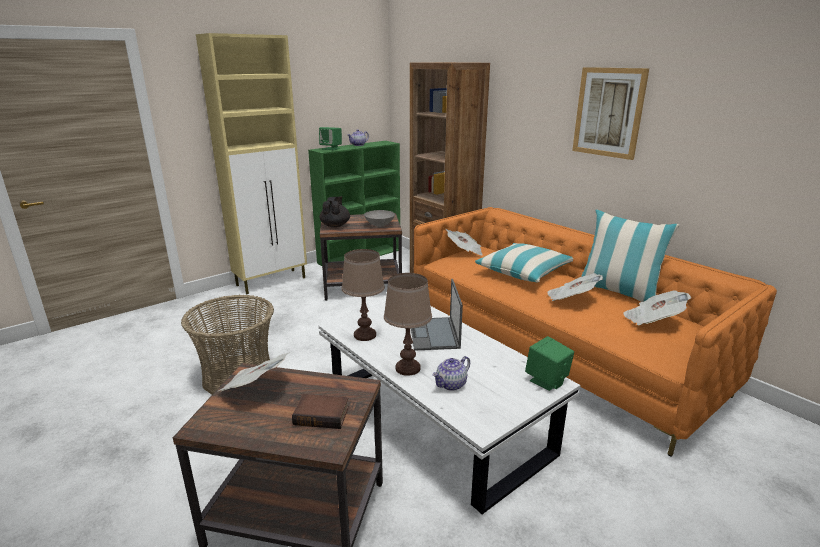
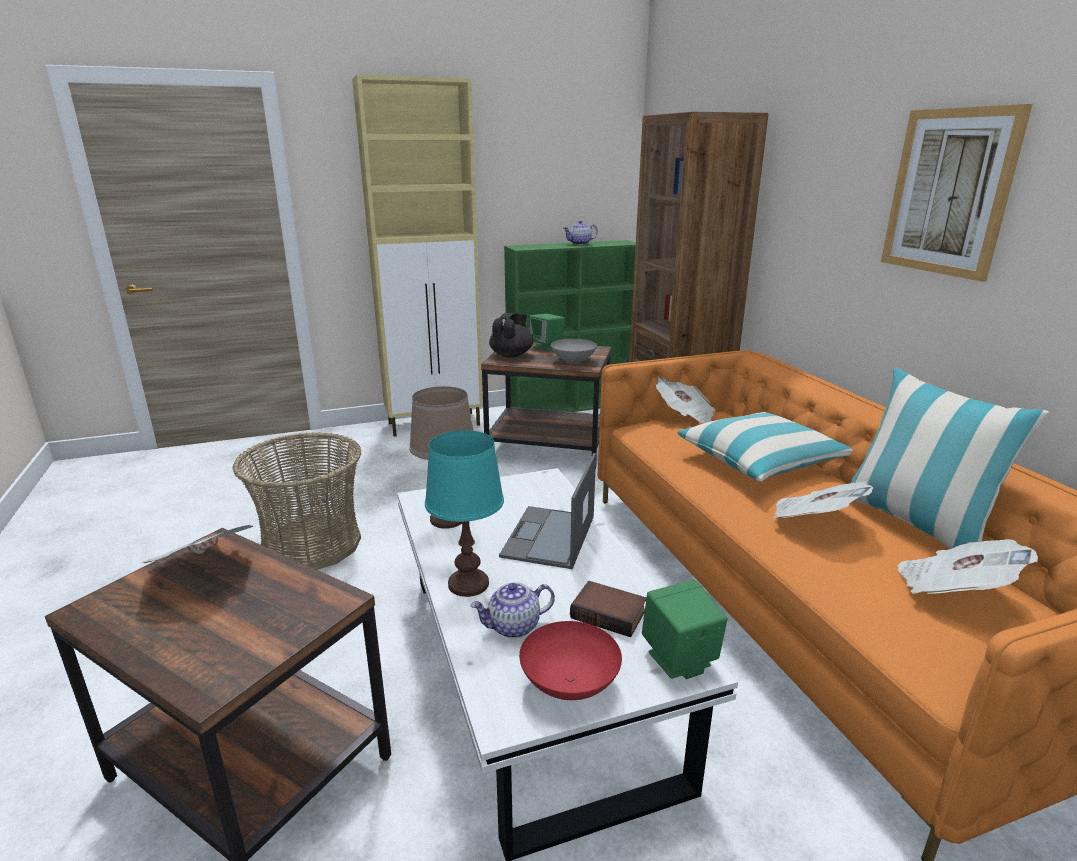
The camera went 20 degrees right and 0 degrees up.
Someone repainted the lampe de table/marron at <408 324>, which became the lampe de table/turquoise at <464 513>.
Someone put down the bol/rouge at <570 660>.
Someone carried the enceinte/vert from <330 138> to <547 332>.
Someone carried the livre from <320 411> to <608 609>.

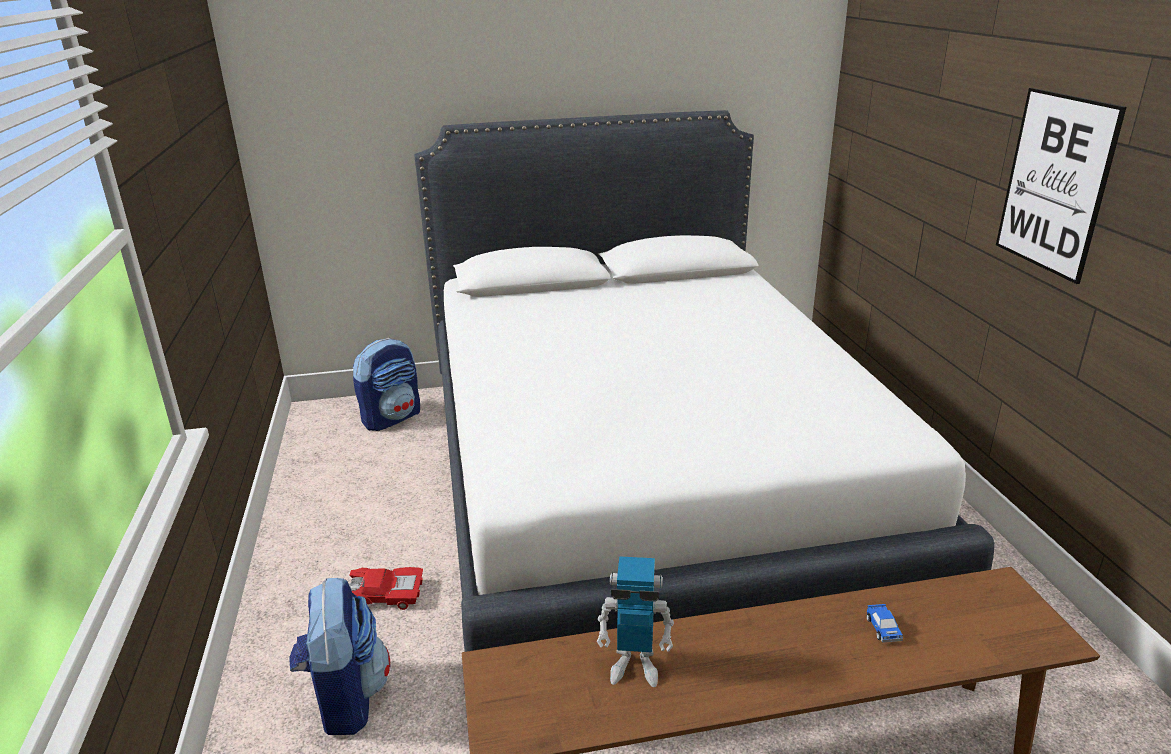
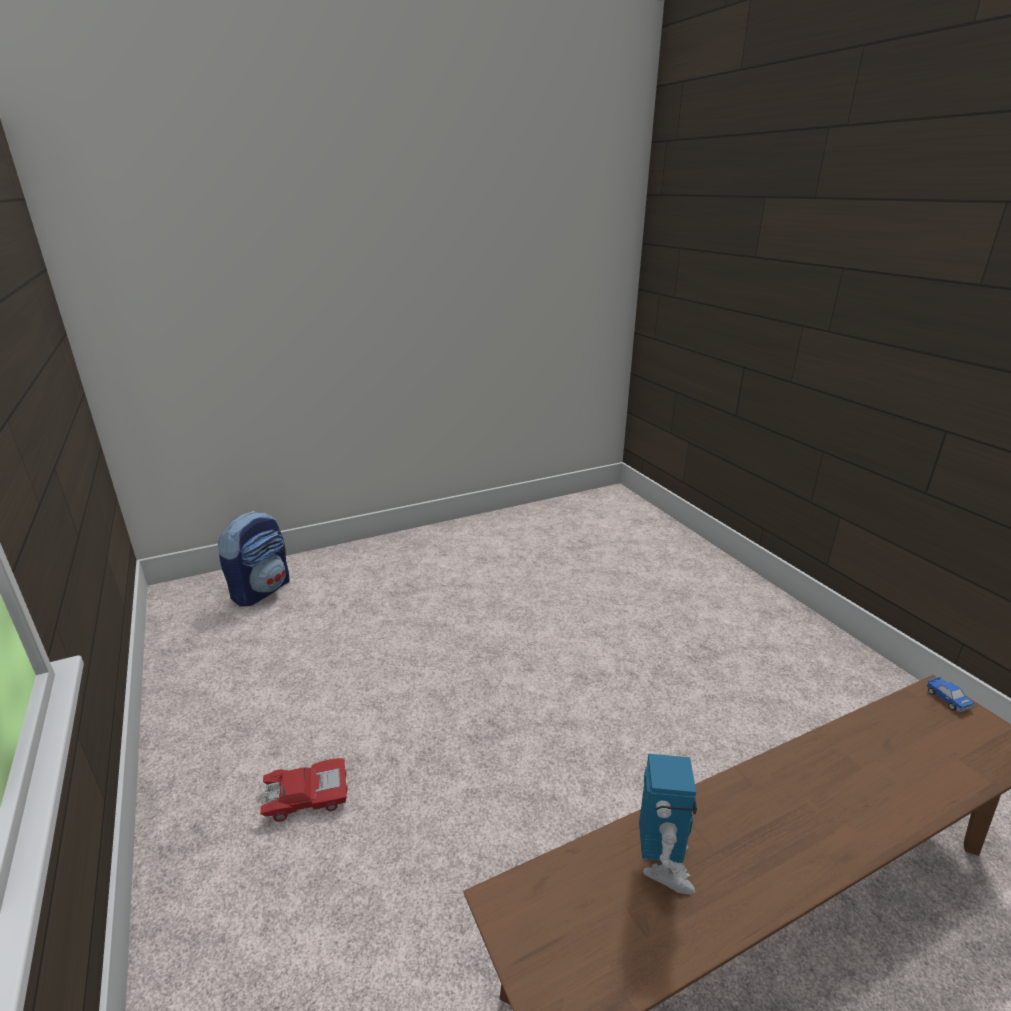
The camera went 15 degrees left and 0 degrees up.
Someone rotated the robot jouet at <635 621> by 75 degrees counterclockwise.
Someone carried the petite voiture from <885 623> to <950 694>.
Someone took away the sac à dos at <339 656>.
Someone took away the lit/blanc at <705 381>.
Someone took away the tableau at <1061 186>.

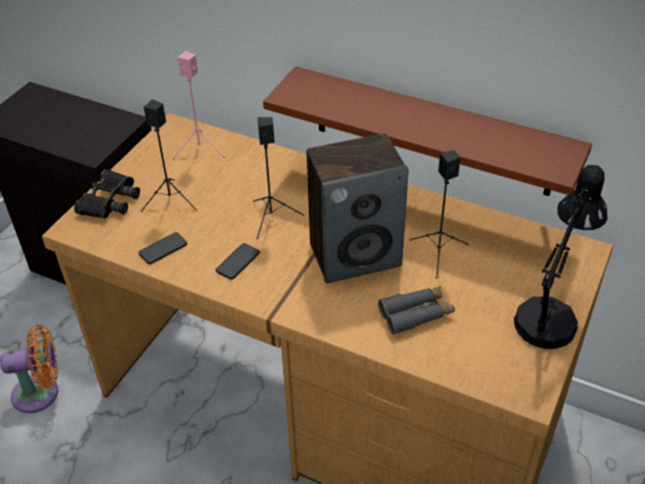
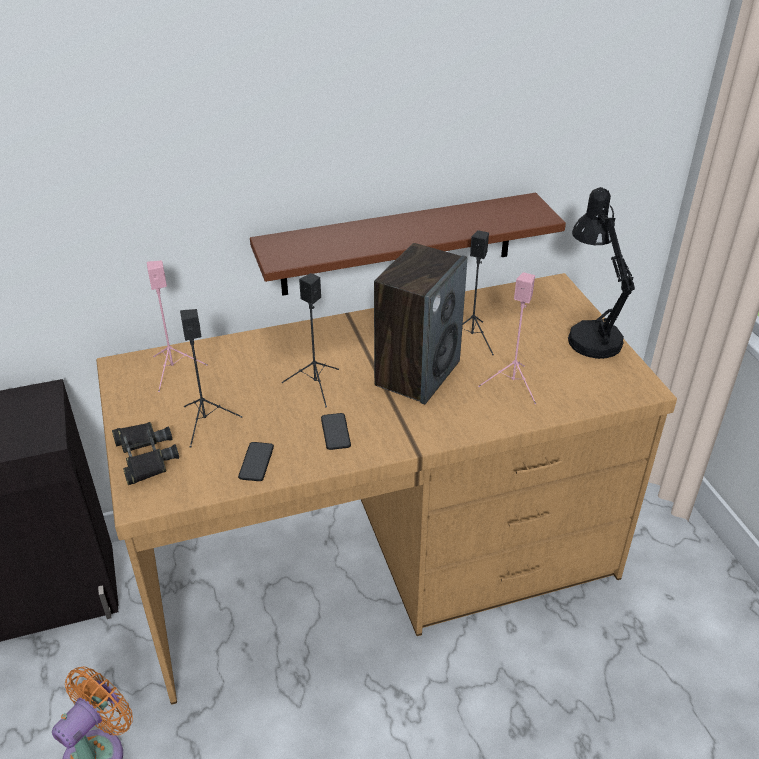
The camera went 45 degrees left and 5 degrees down.
Someone swapped the jumelles/gris at <416 310> for the enceinte/rose at <507 338>.

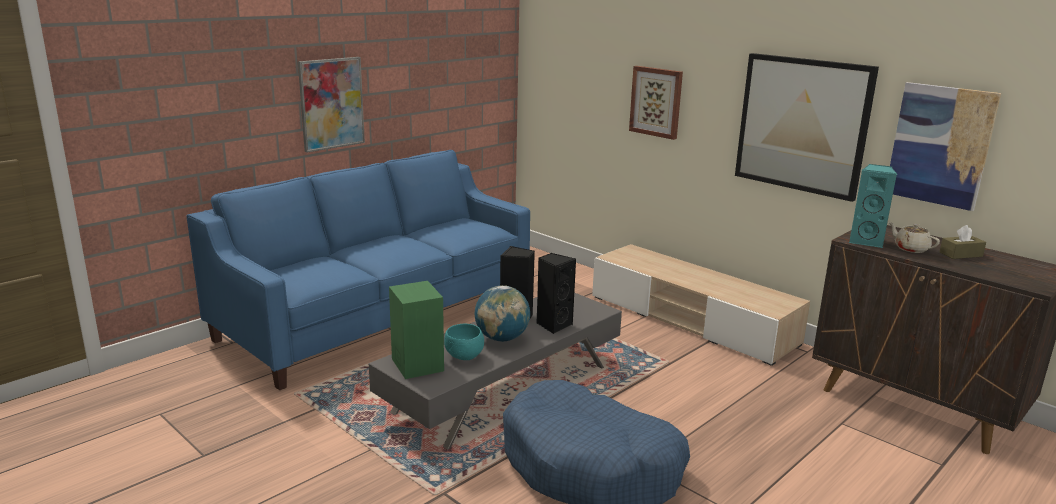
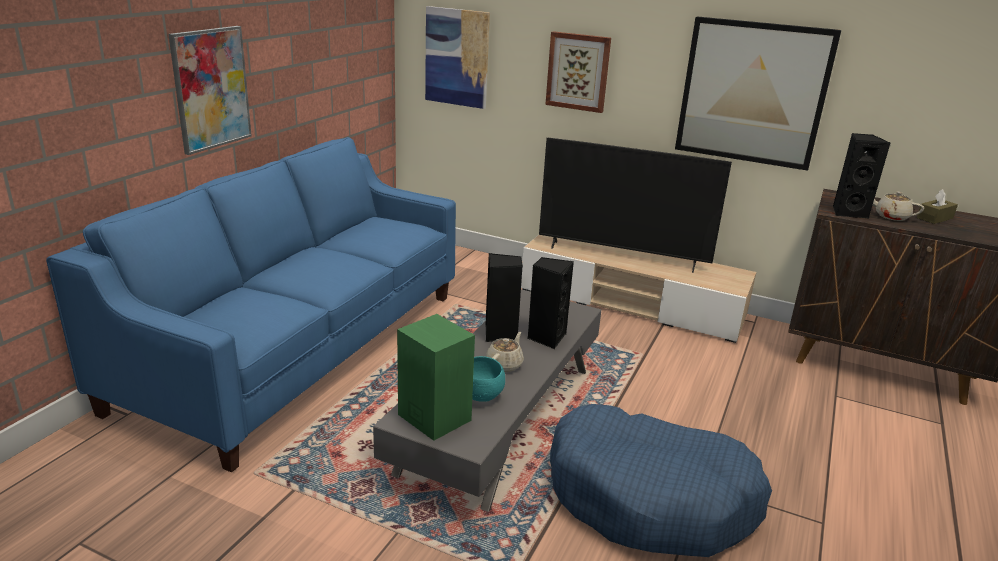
The camera went 20 degrees left and 5 degrees up.
Someone carried the tableau from <945 146> to <457 57>.
Someone swapped the globe at <502 313> for the théière/beige at <505 352>.
Someone put down the téléviseur at <635 205>.
Someone repainted the enceinte/turquoise at <873 206>, which became the enceinte/noir at <861 176>.

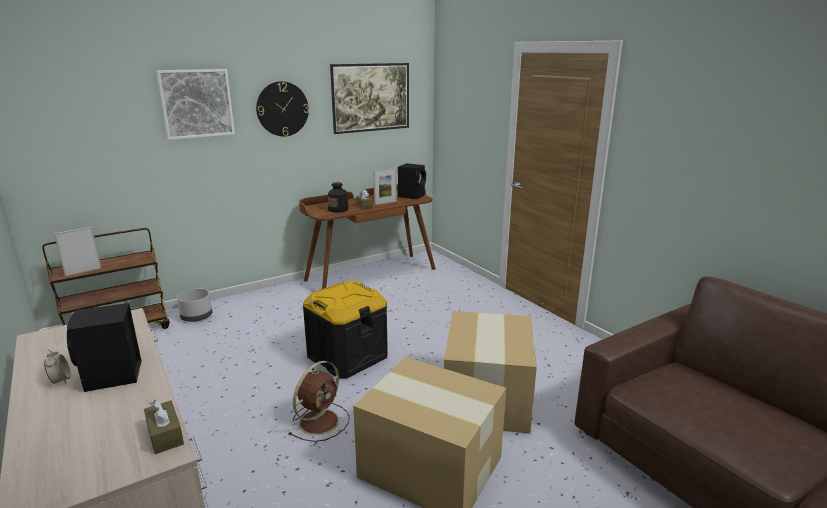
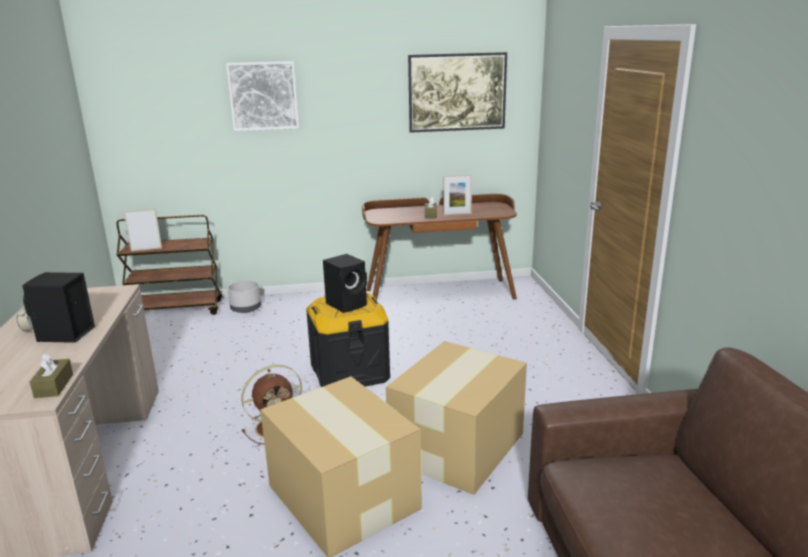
The camera went 25 degrees right and 0 degrees up.
Someone carried the enceinte/noir from <412 181> to <345 283>.
Someone took away the horloge murale at <282 108>.
Someone took away the bouteille at <338 197>.

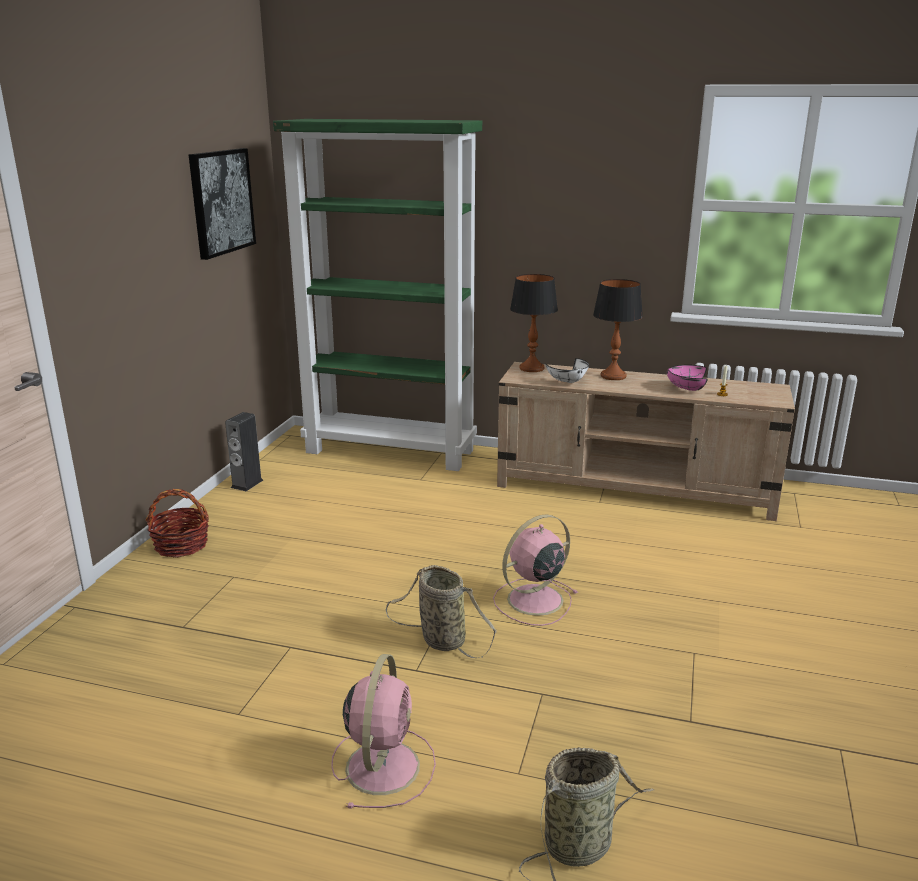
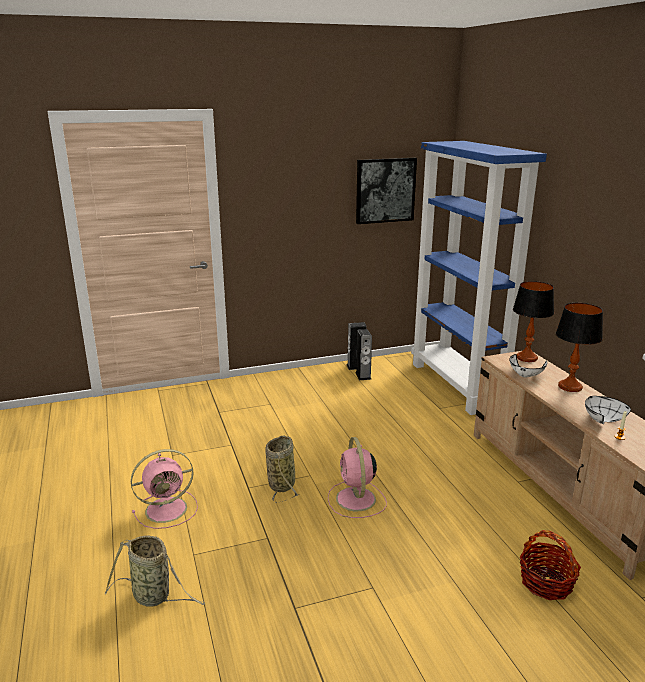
The camera went 55 degrees right and 0 degrees up.
Someone rotated the ventilateur/rose at <535 570> by 120 degrees counterclockwise.
Someone put down the enceinte at <363 354>.
Someone repainted the bibliothèque/vert at <377 295>, which became the bibliothèque/bleu at <479 278>.
Someone carried the panier from <177 523> to <550 565>.
Someone repainted the bol/rose at <687 378>, which became the bol/blanc at <608 410>.

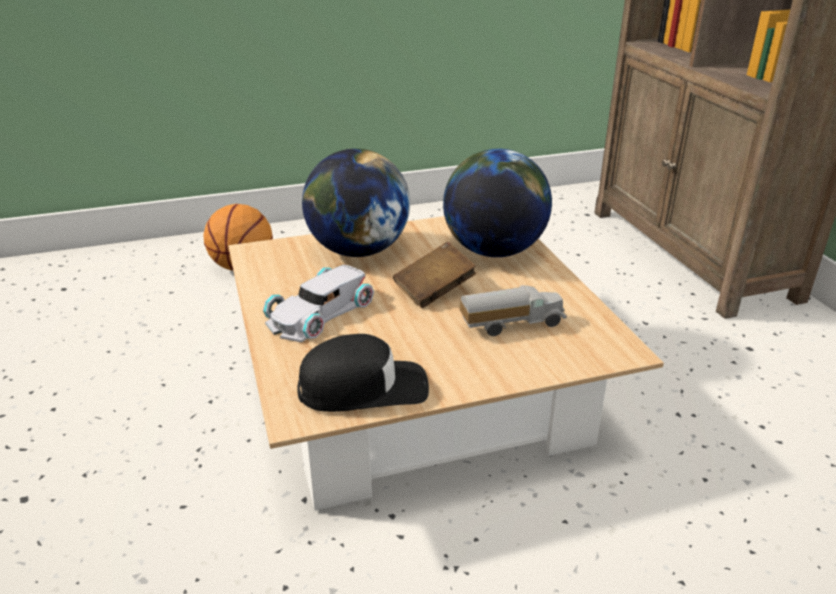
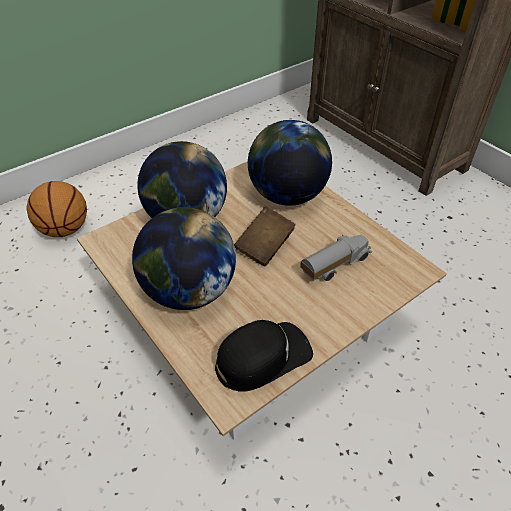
The camera went 20 degrees left and 15 degrees up.
Someone swapped the petite voiture/blanc at <318 303> for the globe at <184 258>.

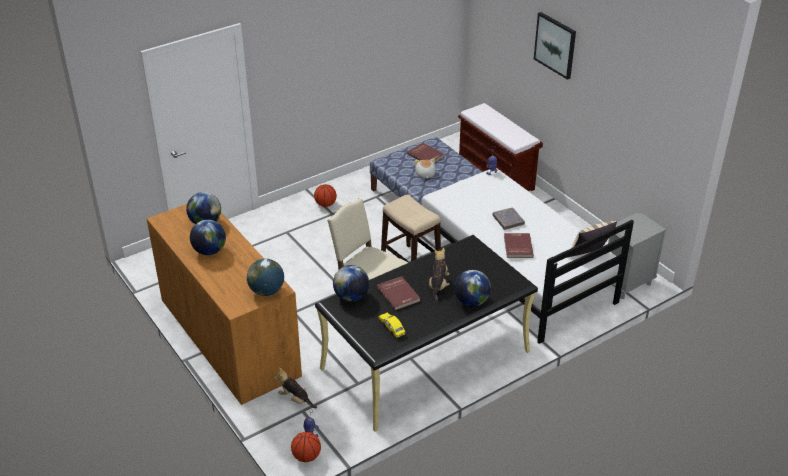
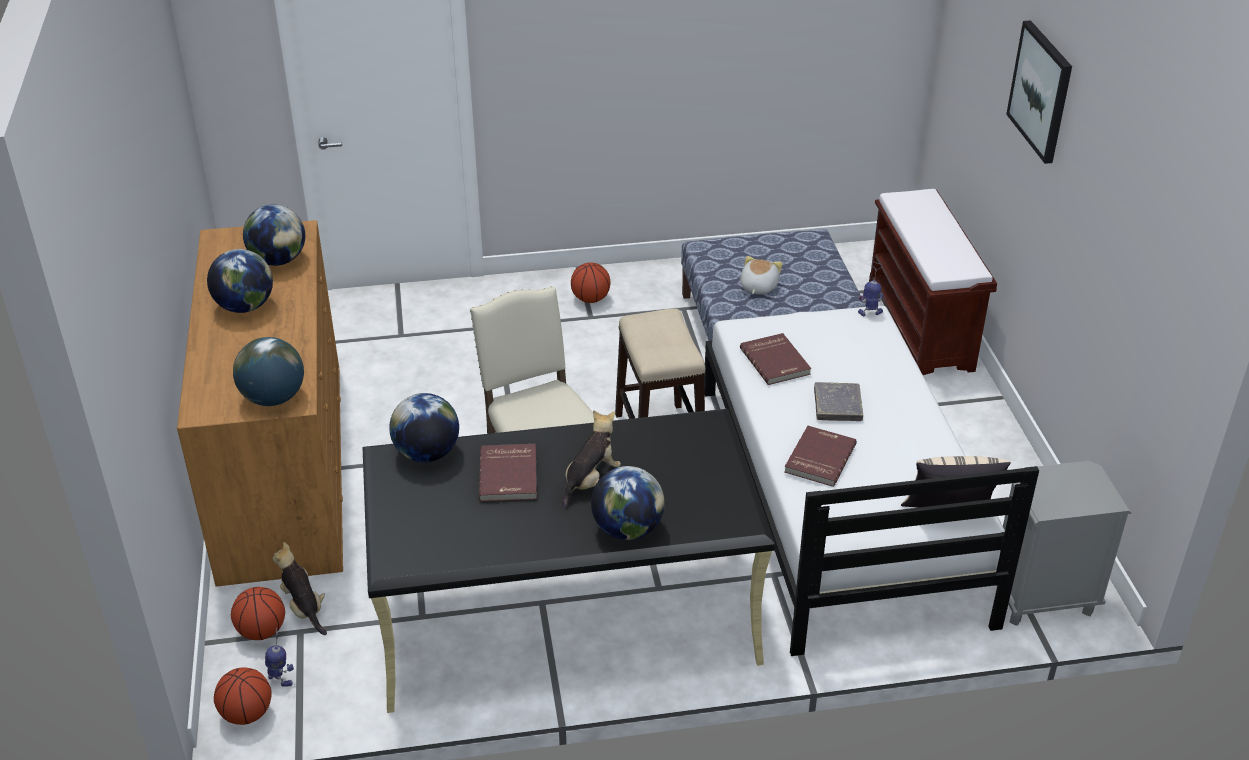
The camera went 25 degrees right and 0 degrees up.
Someone put down the ballon de basket at <258 613>.
Someone carried the livre/rouge from <426 153> to <775 359>.
Someone took away the petite voiture/jaune at <392 325>.

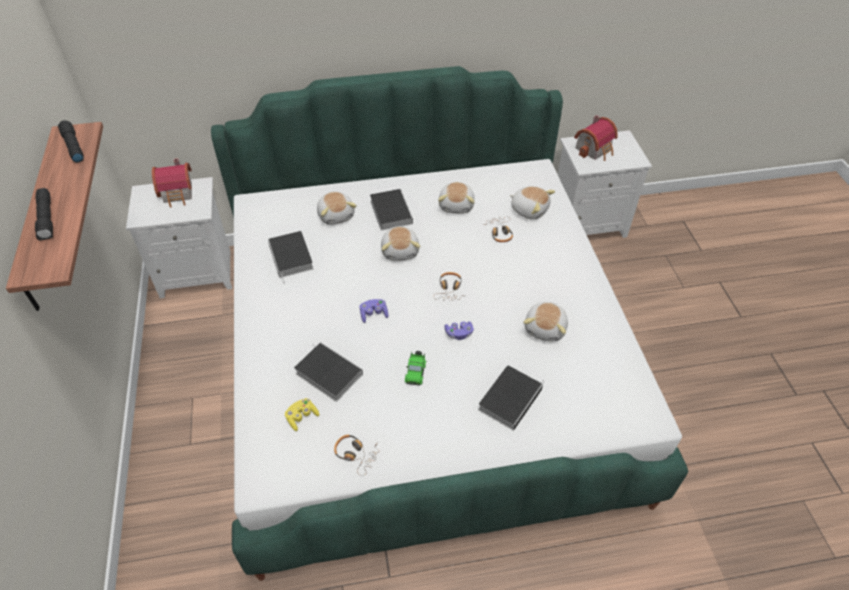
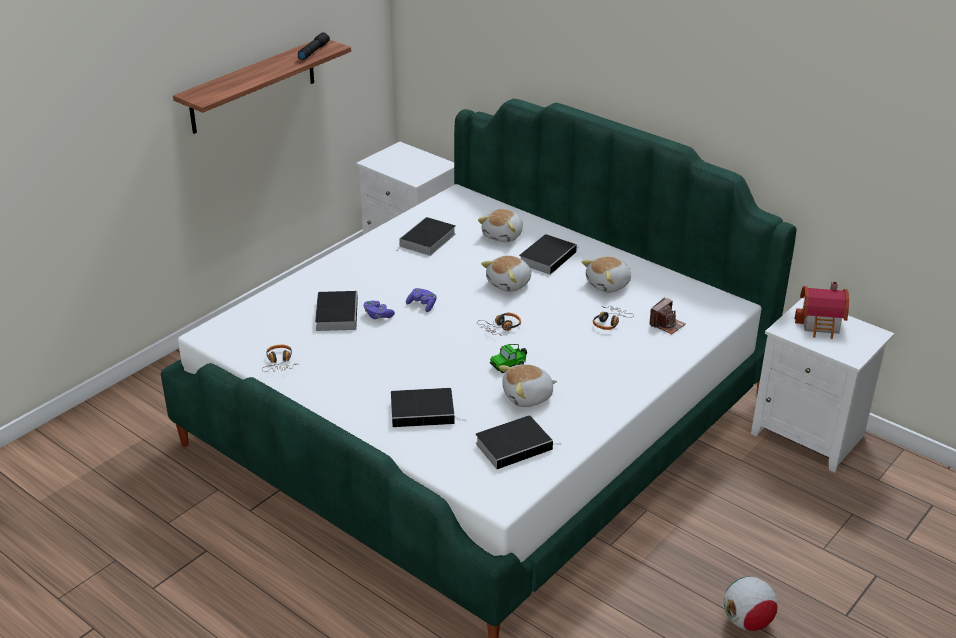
The camera went 50 degrees right and 15 degrees down.
Someone carried the manette/violet from <459 330> to <379 310>.
Someone put down the livre at <517 442>.
Someone carried the petite voiture from <415 368> to <508 358>.
Someone swapped the peluche at <532 203> for the appareil photo at <667 316>.
Someone put down the ballon de foot at <751 604>.
Someone took away the lampe de poche/noir at <44 214>.
Someone took away the maison miniature at <172 183>.
Someone took away the manette/jaune at <302 414>.

